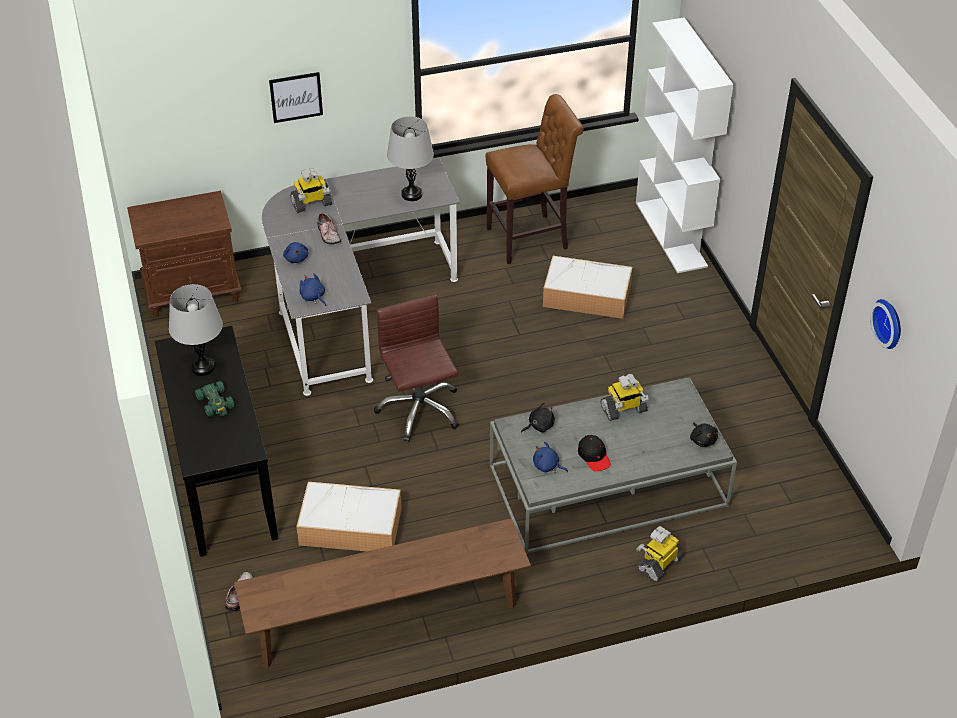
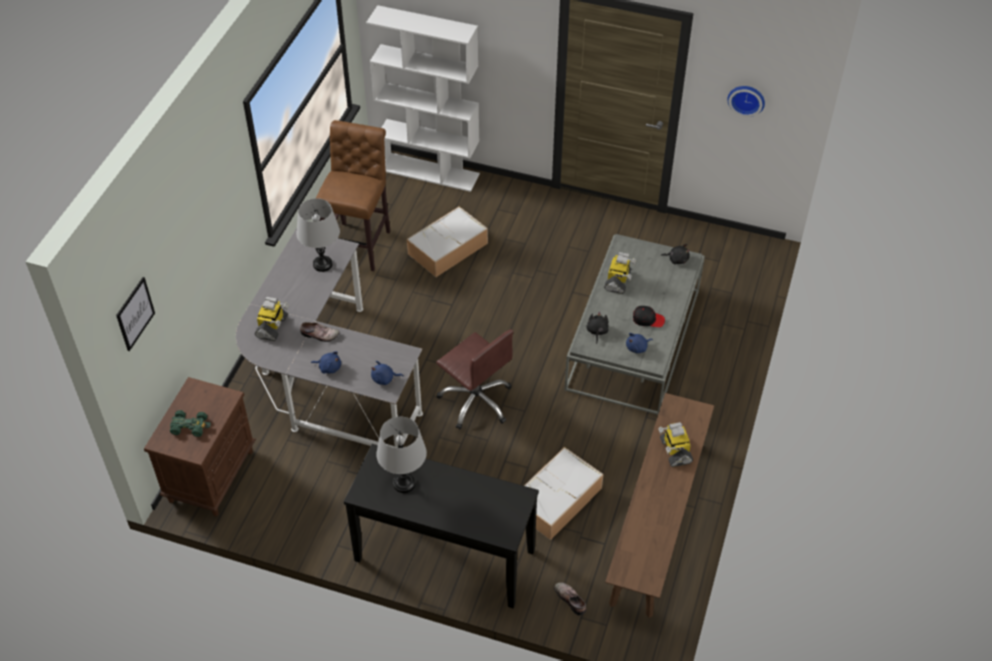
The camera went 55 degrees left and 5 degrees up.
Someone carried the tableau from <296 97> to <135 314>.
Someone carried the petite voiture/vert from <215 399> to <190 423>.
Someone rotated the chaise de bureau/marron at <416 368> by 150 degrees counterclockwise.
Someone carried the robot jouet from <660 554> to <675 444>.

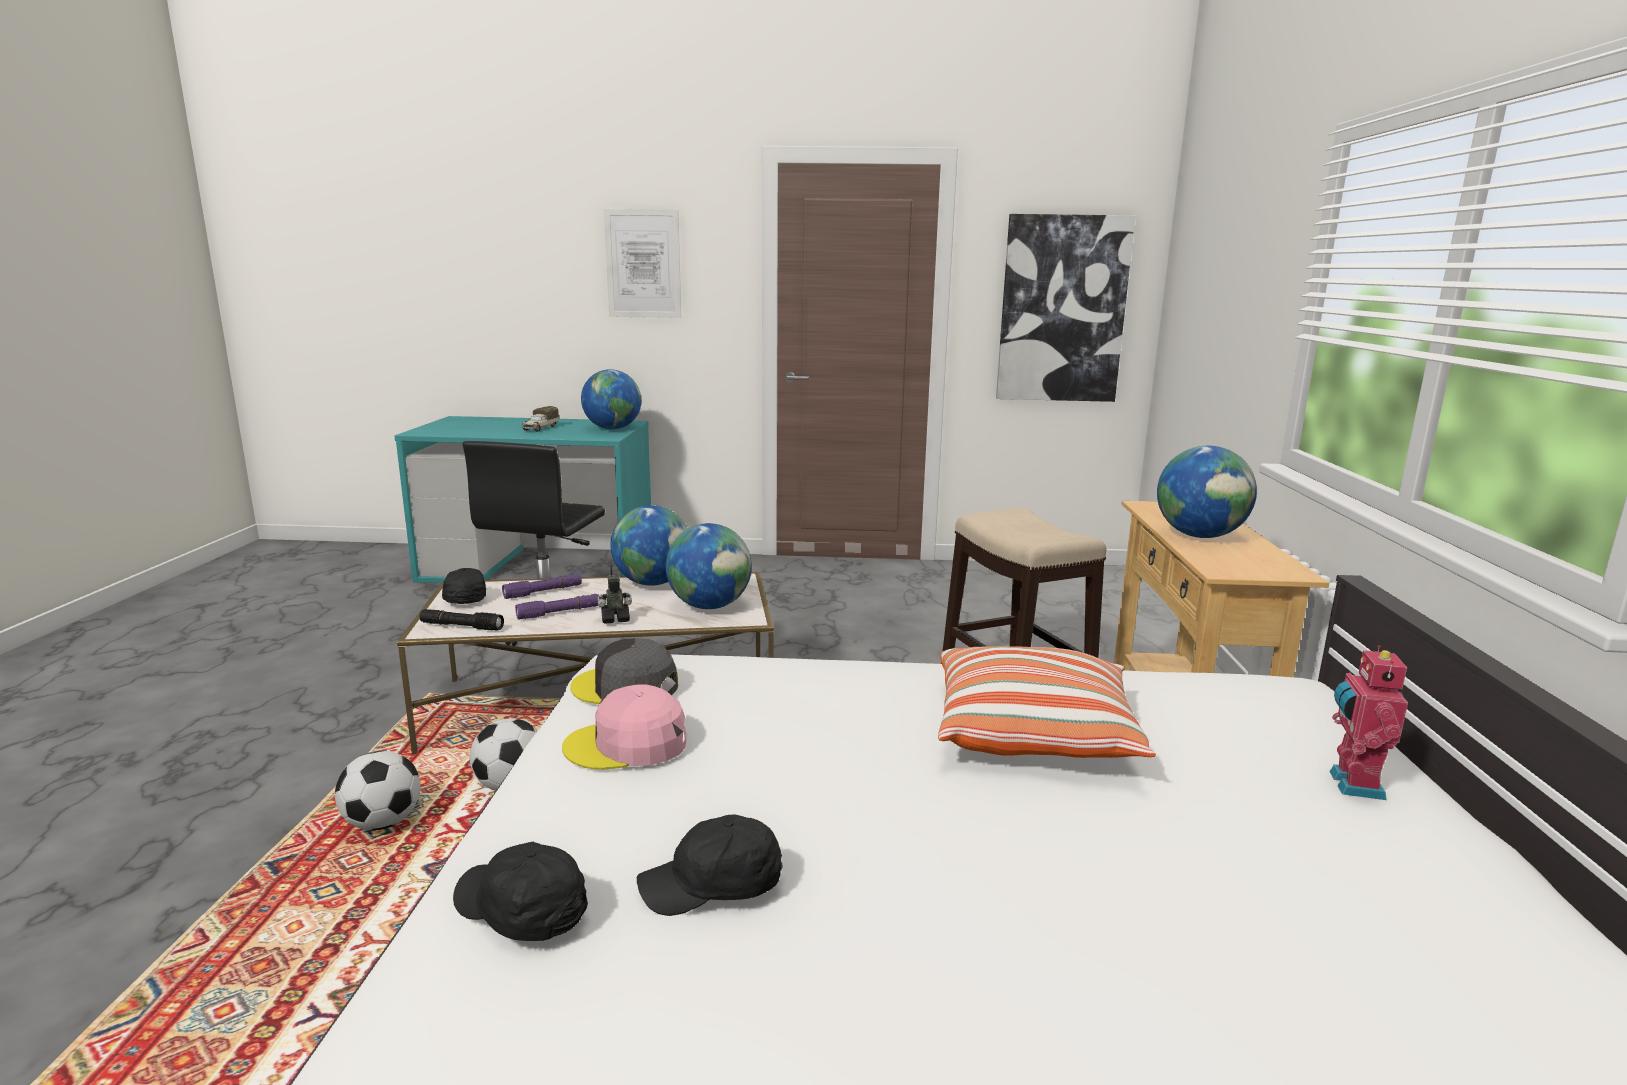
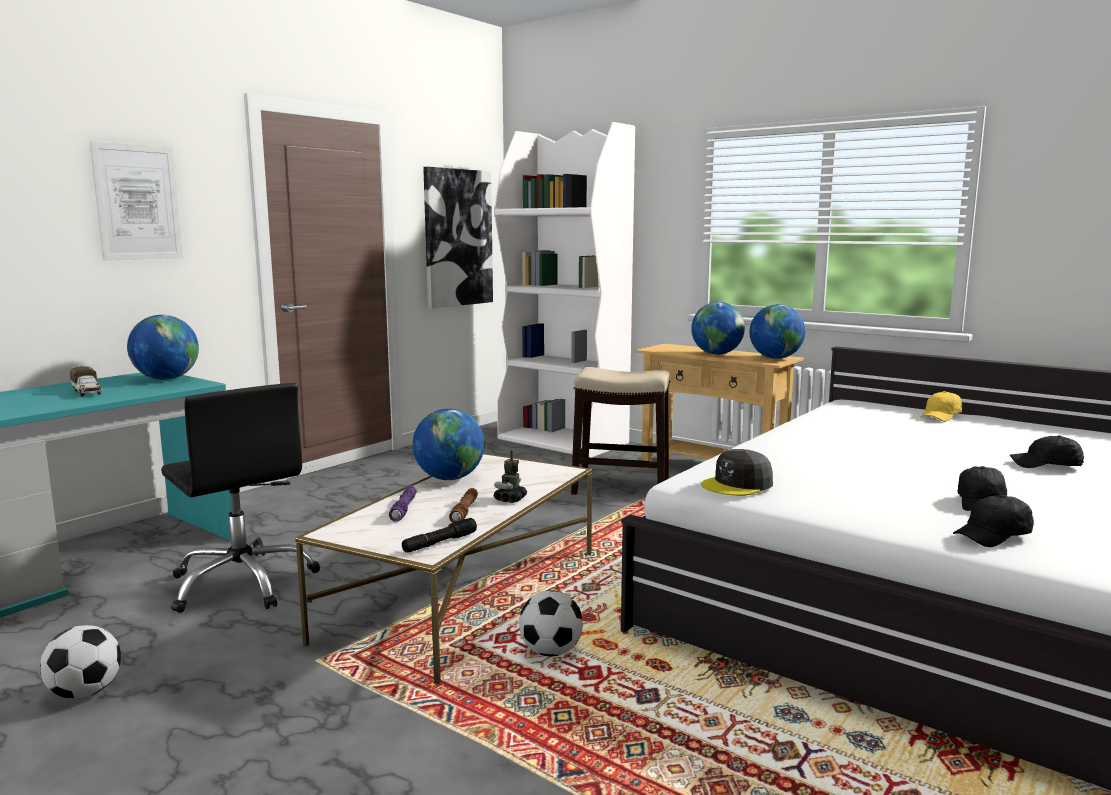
The camera went 55 degrees left and 5 degrees down.
Someone carried the ballon de foot from <378 790> to <80 662>.
Someone repainted the lampe de poche/violet at <557 607>, which became the lampe de poche/marron at <463 505>.
Someone put down the bibliothèque/blanc at <564 290>.
Someone carried the globe from <709 566> to <777 331>.
Someone swapped the robot jouet at <1369 723> for the casquette/jaune at <941 406>.
Someone carried the casquette/noir from <464 586> to <1047 452>.
Someone took away the casquette/rose at <624 727>.
Someone took away the coussin at <1047 702>.

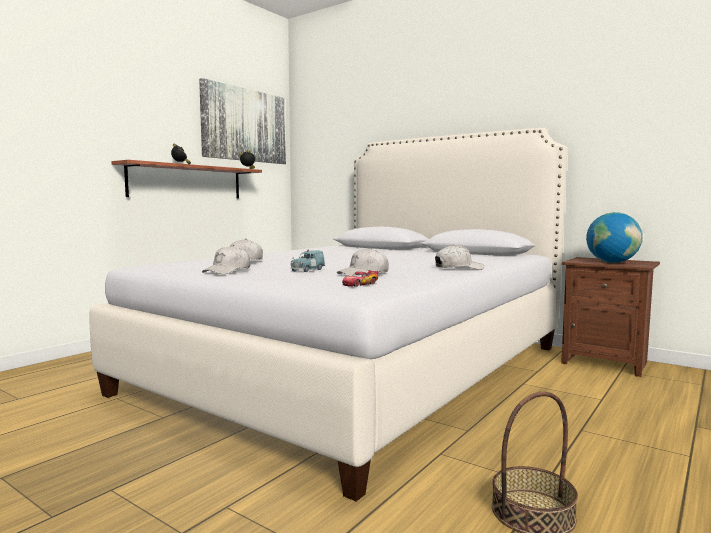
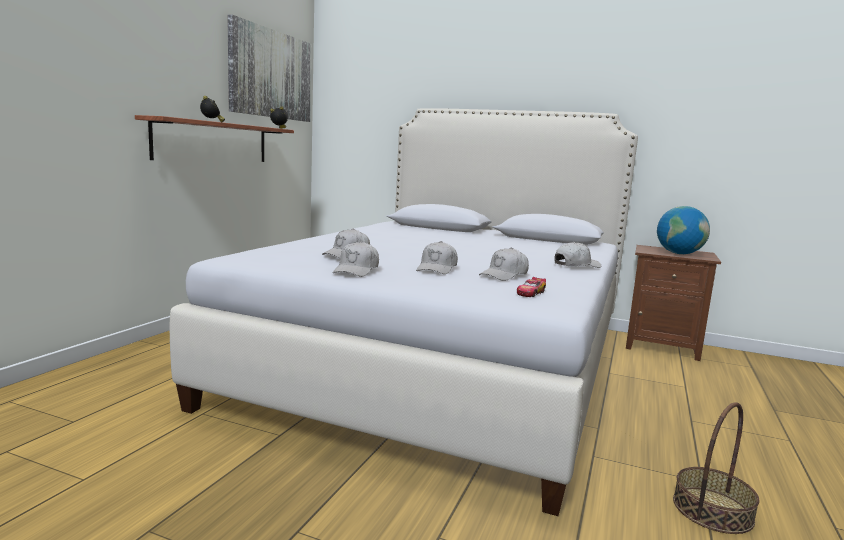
The camera went 15 degrees left and 5 degrees up.
Someone swapped the petite voiture/bleu at <308 261> for the casquette/blanc at <437 257>.

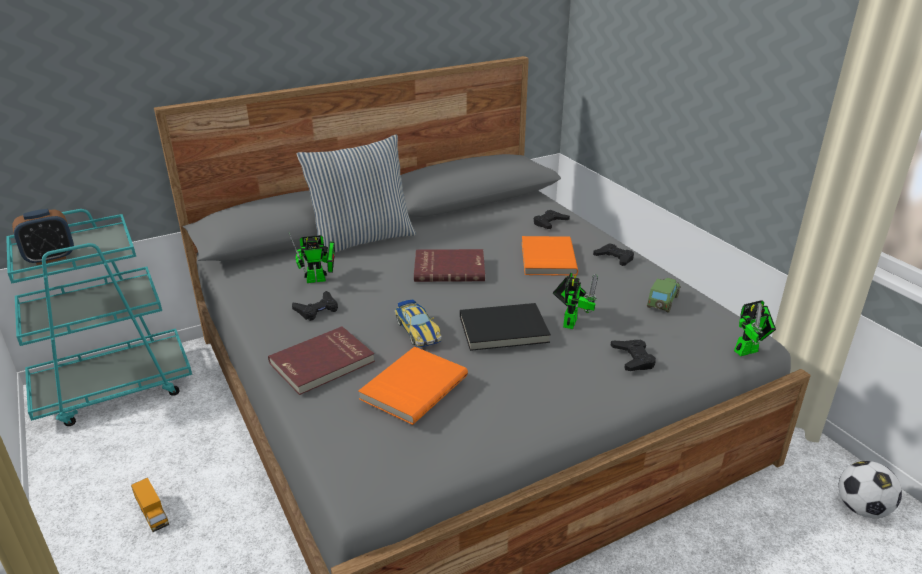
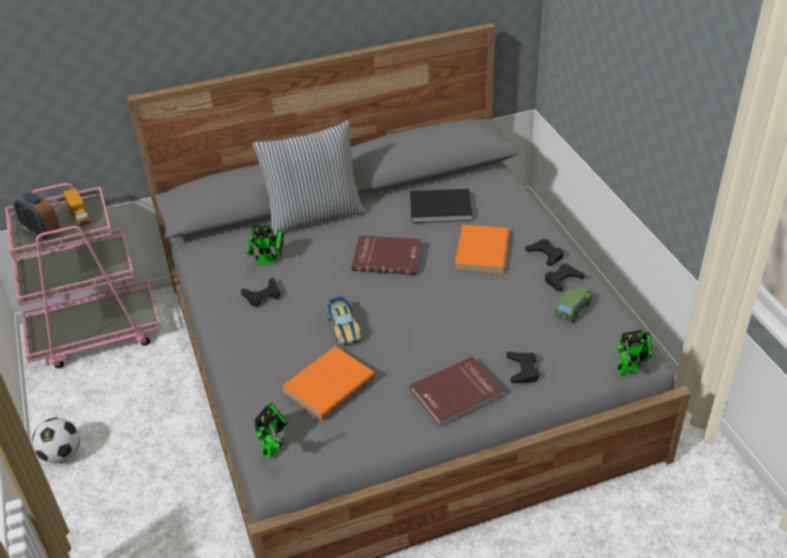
The camera went 10 degrees right and 10 degrees up.
Someone repainted the chariot/turquoise at <99 317>, which became the chariot/rose at <83 275>.
Someone rotated the réveil at <43 237> by 60 degrees clockwise.
Someone carried the ballon de foot from <870 489> to <56 440>.
Someone carried the camion jouet from <150 505> to <76 207>.
Someone carried the robot jouet from <575 301> to <271 430>.
Someone carried the livre/noir from <505 327> to <441 206>.
Someone carried the livre/rouge from <321 360> to <456 391>.
Someone carried the manette/noir from <552 219> to <565 277>.

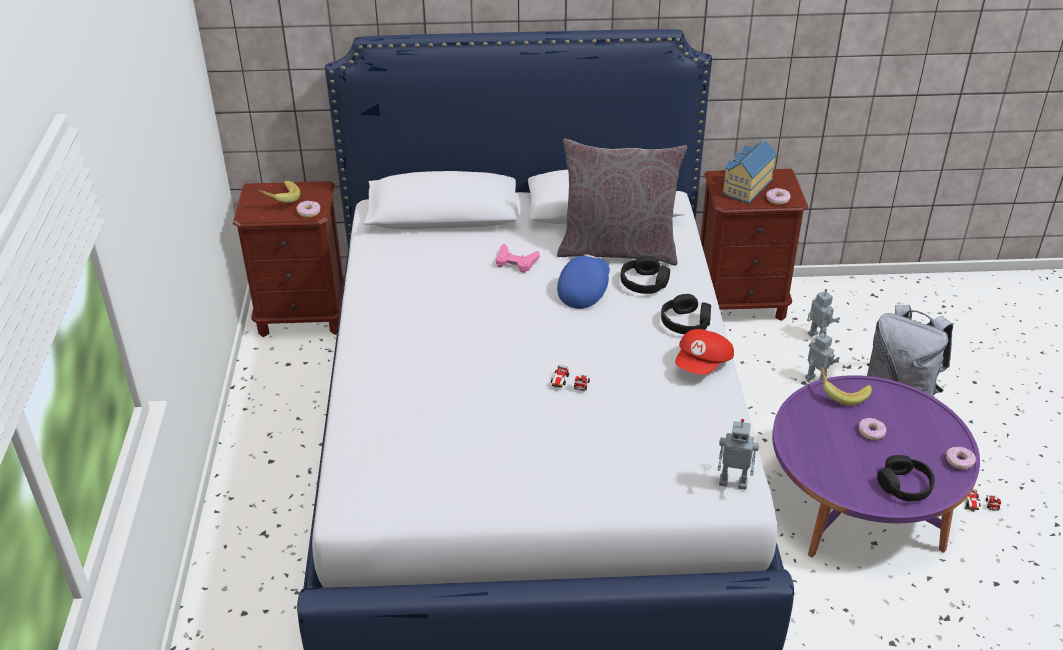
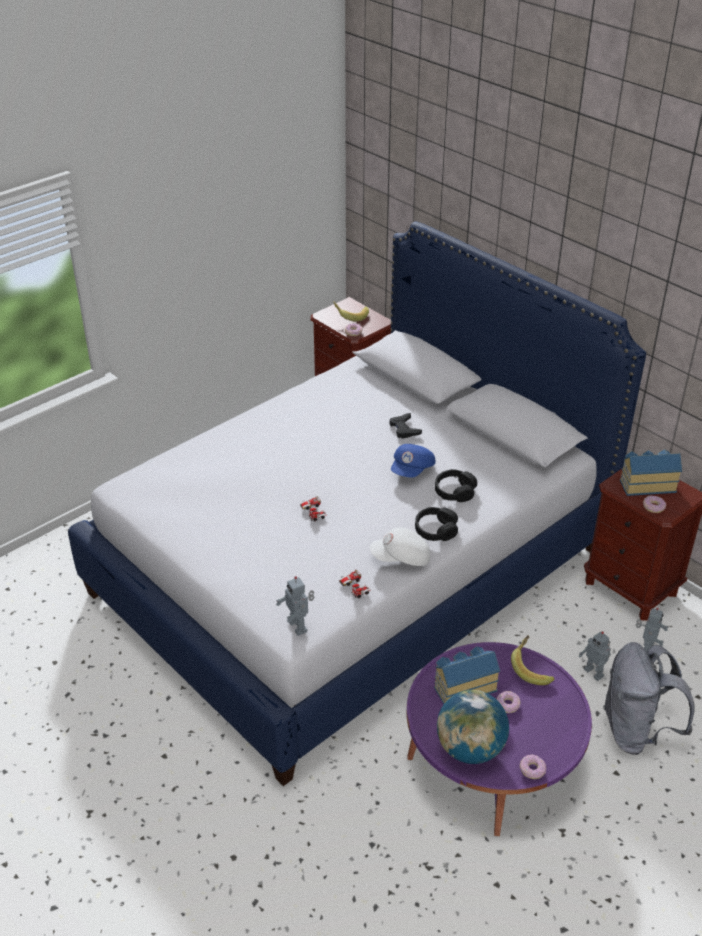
The camera went 50 degrees right and 0 degrees up.
Someone carried the petite voiture from <983 500> to <355 583>.
Someone repainted the casquette/rouge at <704 352>, which became the casquette/blanc at <400 546>.
Someone repainted the manette/rose at <518 258>, which became the manette/noir at <405 426>.
Someone rotated the casquette/bleu at <583 281> by 135 degrees clockwise.
Someone put down the maison miniature at <467 675>.
Someone swapped the casque audio/noir at <906 478> for the globe at <473 727>.
Someone rotated the robot jouet at <822 356> by 135 degrees clockwise.
Someone took away the coussin/gris at <622 202>.

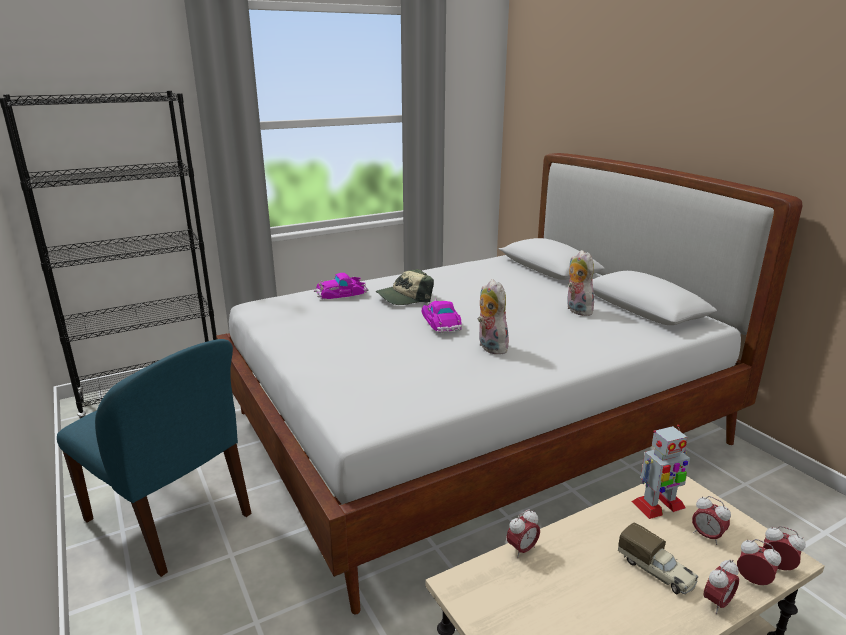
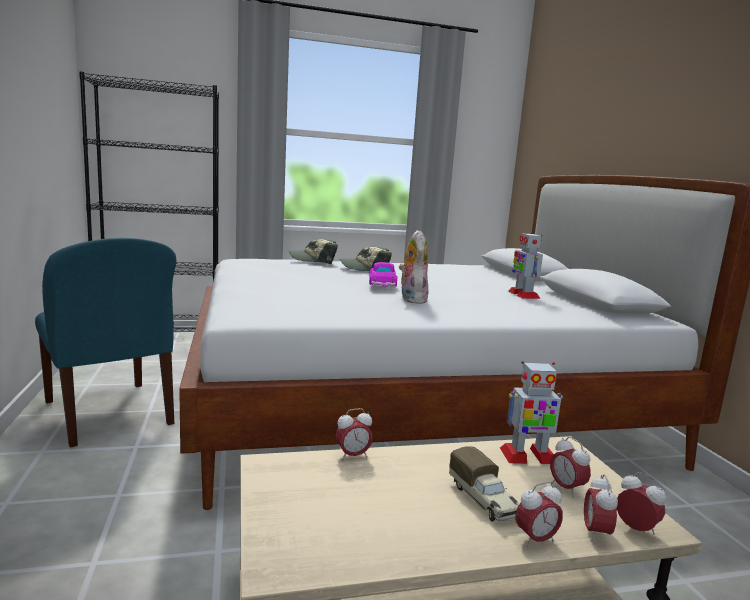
The camera went 15 degrees right and 10 degrees down.
Someone swapped the petite voiture at <341 286> for the casquette at <313 251>.
Someone swapped the peluche at <580 283> for the robot jouet at <525 265>.
Someone rotated the réveil at <759 562> by 135 degrees counterclockwise.

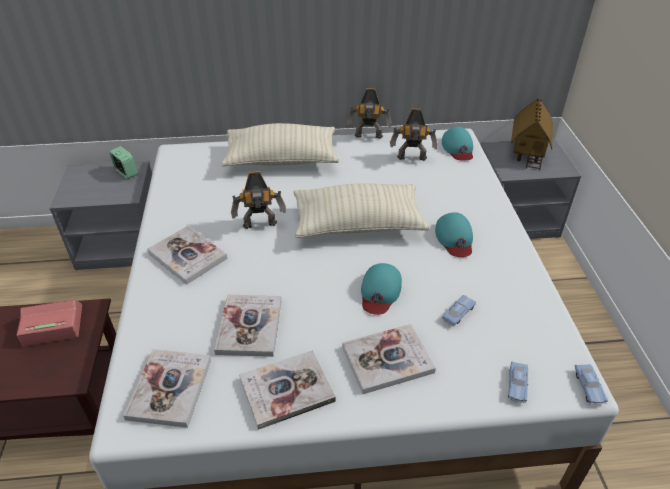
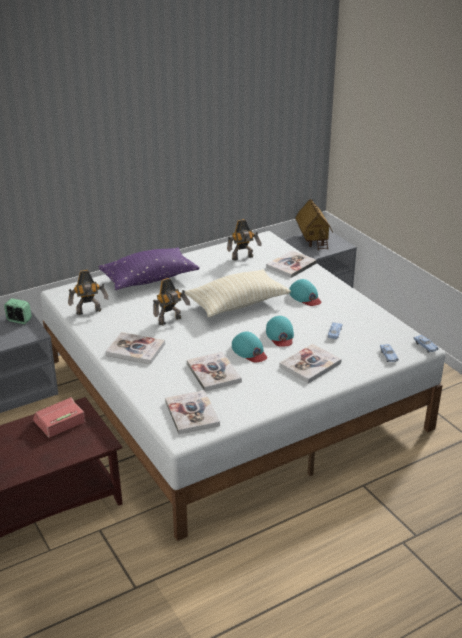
The camera went 25 degrees left and 10 degrees down.
Someone carried the robot jouet from <369 113> to <88 292>.
Someone repainted the coussin/beige at <280 144>, which became the coussin/violet at <149 268>.
Someone carried the casquette/turquoise from <457 144> to <249 346>.
Someone carried the livre from <287 390> to <291 264>.

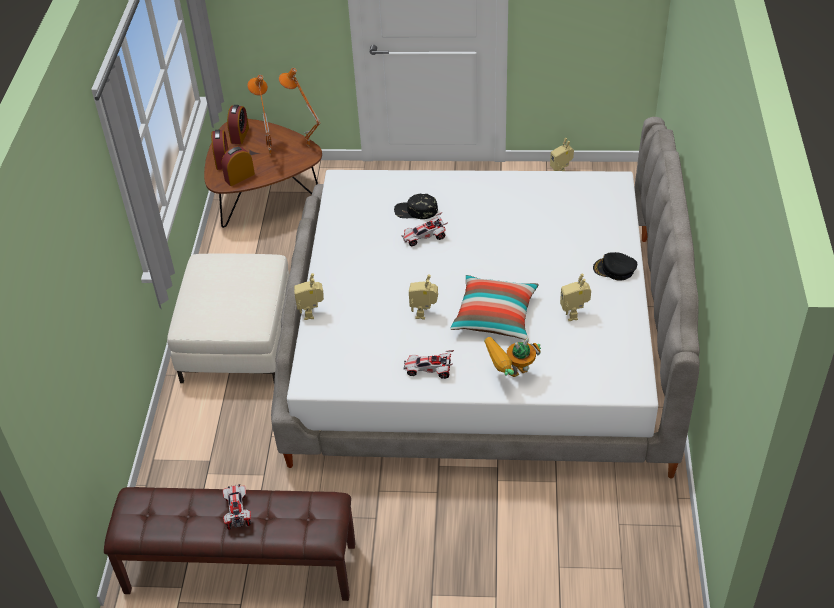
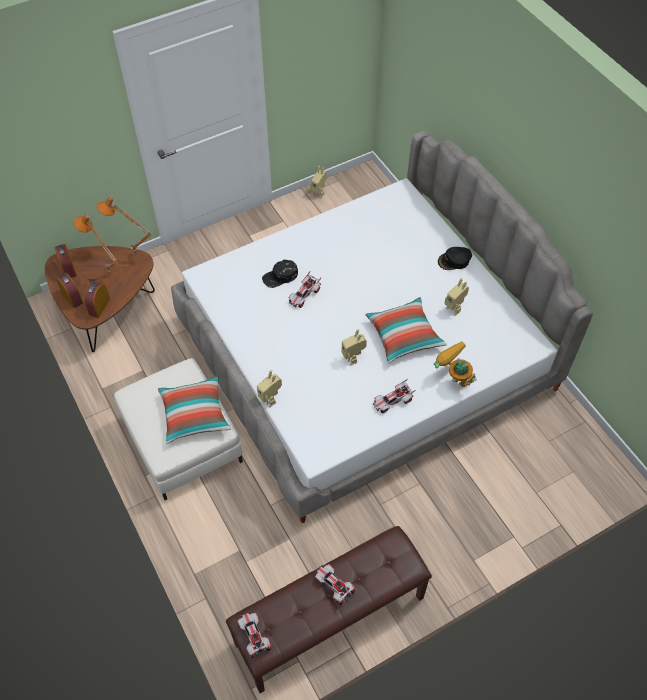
The camera went 35 degrees left and 10 degrees up.
Someone put down the coussin at <194 409>.
Someone put down the petite voiture at <254 634>.
Someone rotated the robot jouet at <512 357> by 105 degrees clockwise.

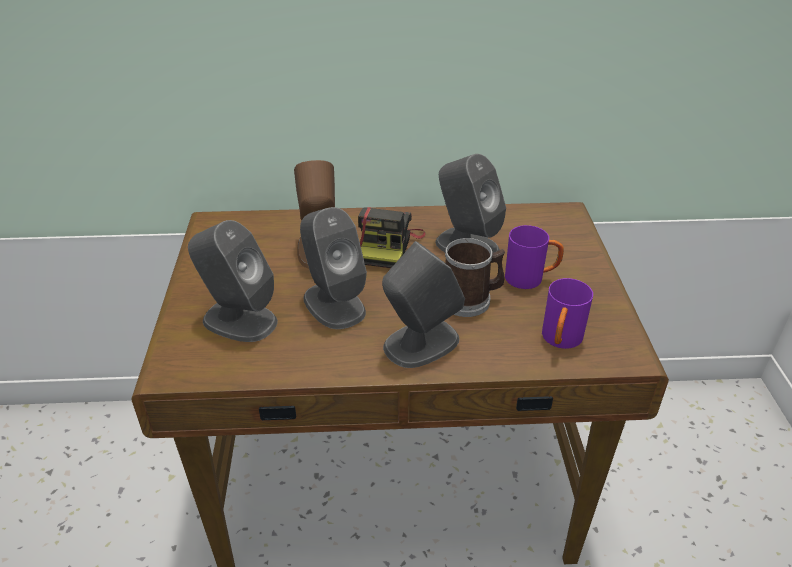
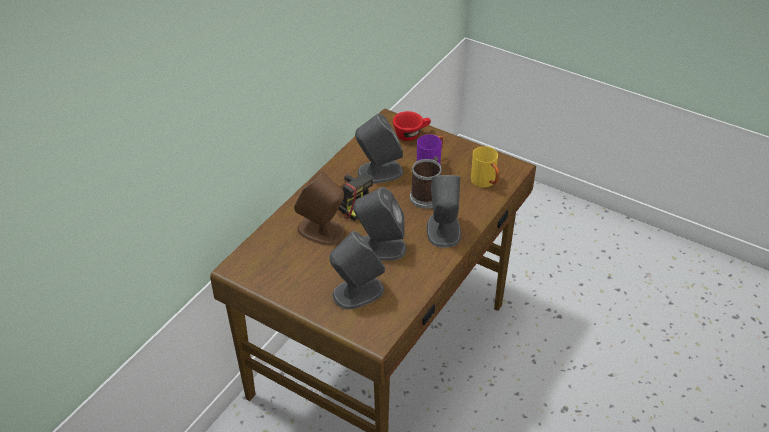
The camera went 55 degrees left and 5 degrees up.
Someone put down the tasse/rouge at <412 126>.
Someone repainted the mug/violet at <567 313>, which became the mug/jaune at <485 166>.

